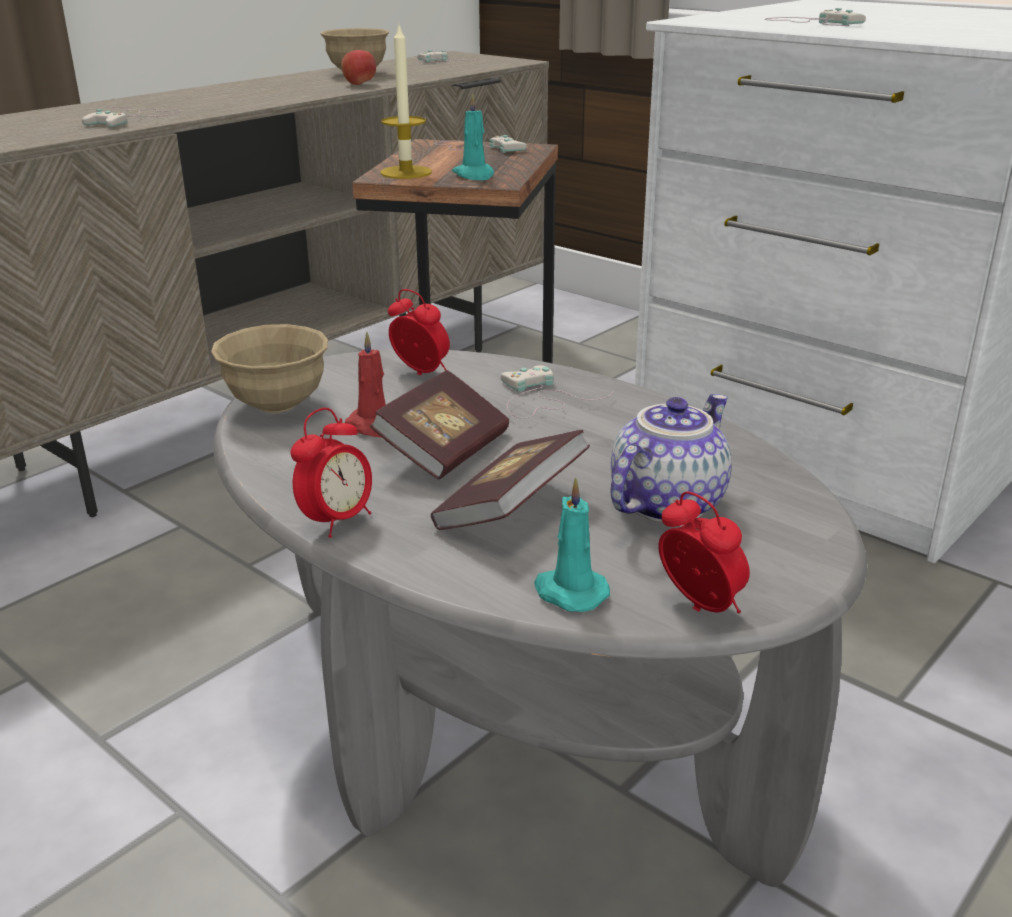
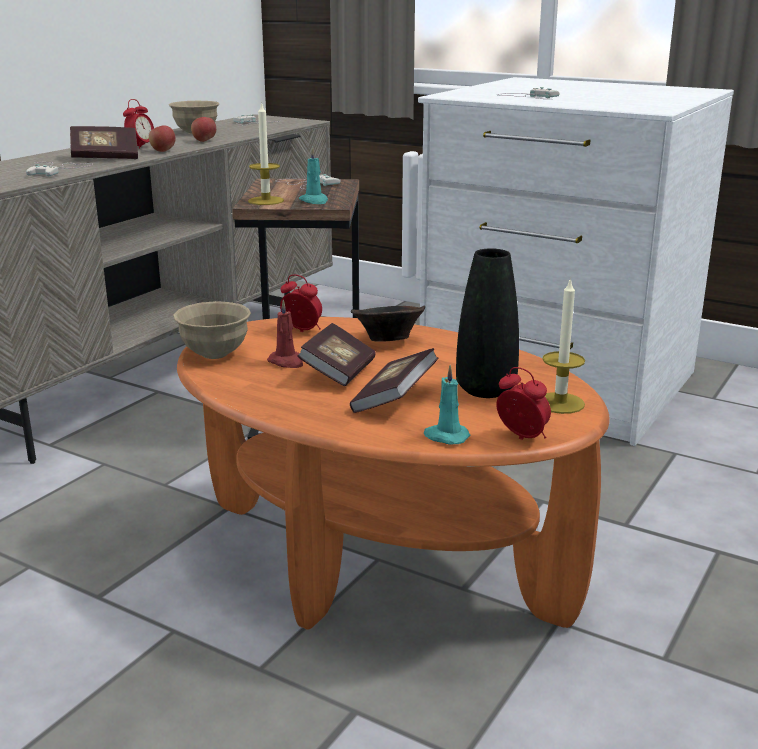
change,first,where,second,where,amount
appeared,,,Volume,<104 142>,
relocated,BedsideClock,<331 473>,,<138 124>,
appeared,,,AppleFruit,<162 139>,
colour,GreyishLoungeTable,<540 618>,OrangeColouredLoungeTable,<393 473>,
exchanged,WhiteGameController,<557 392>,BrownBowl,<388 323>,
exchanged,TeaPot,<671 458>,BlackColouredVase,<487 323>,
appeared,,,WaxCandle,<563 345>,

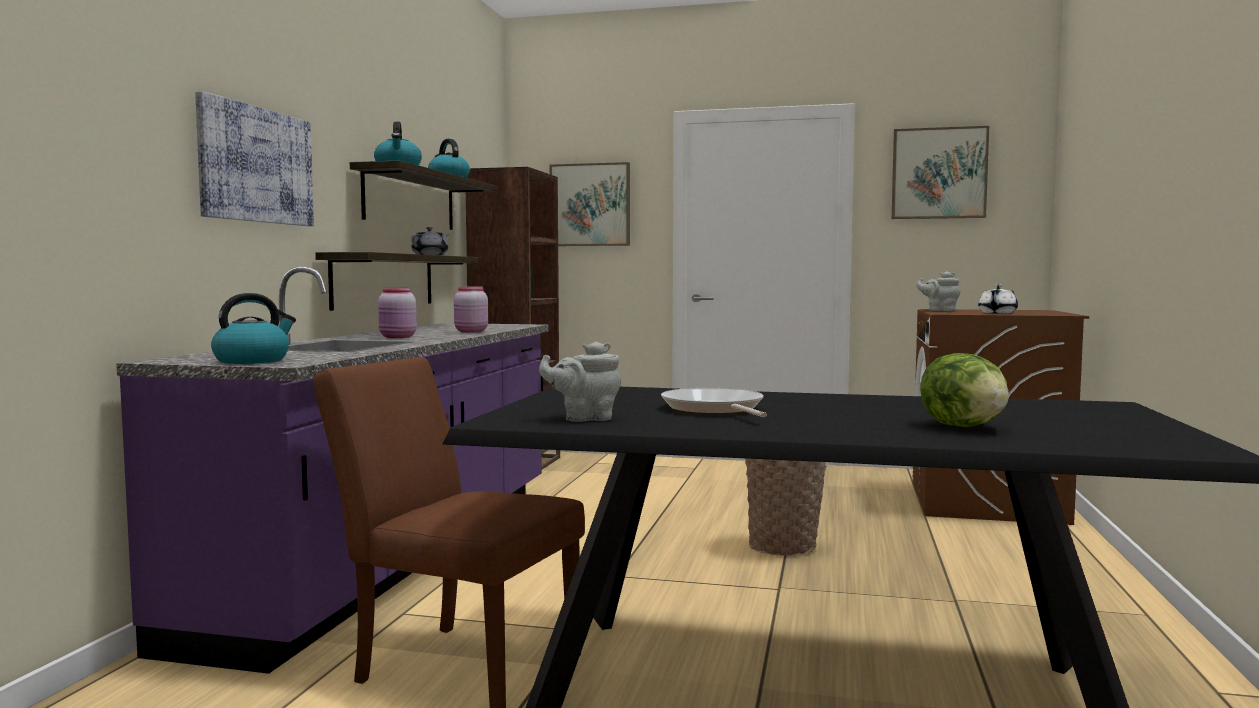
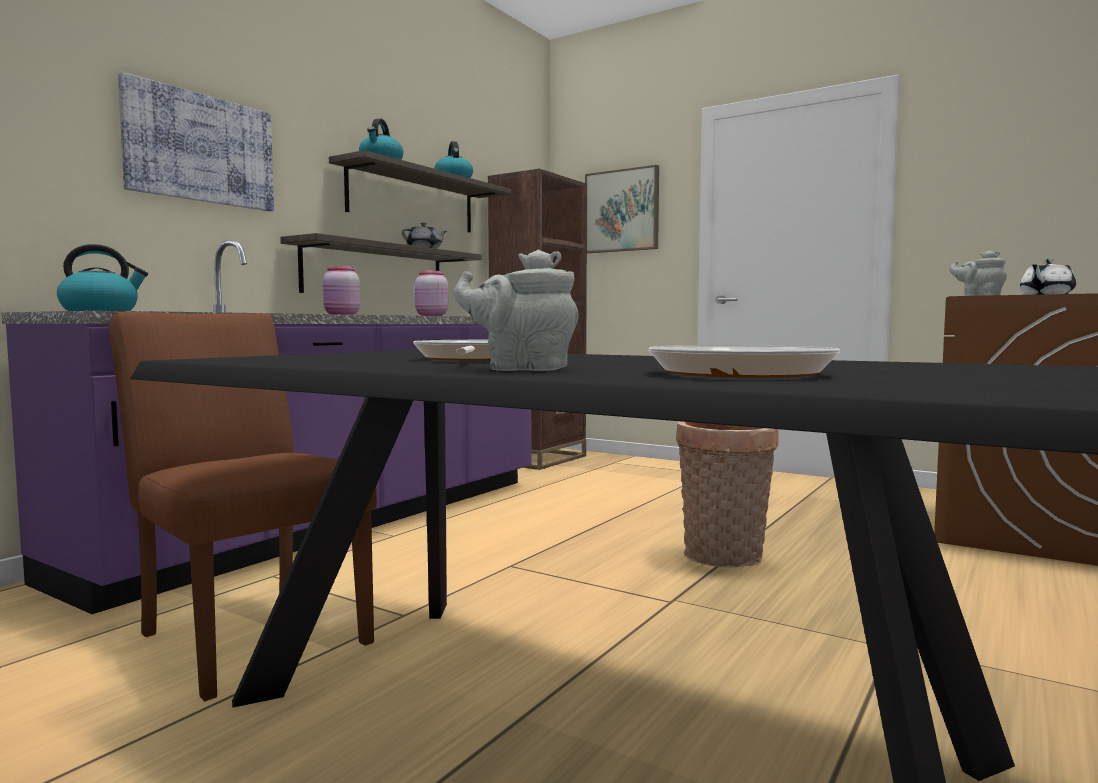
change,first,where,second,where,amount
relocated,GreyishTeaPot,<580 381>,,<516 310>,
exchanged,Lettuce,<964 390>,FryingPan,<744 361>,
missing,WallArt,<940 172>,,,

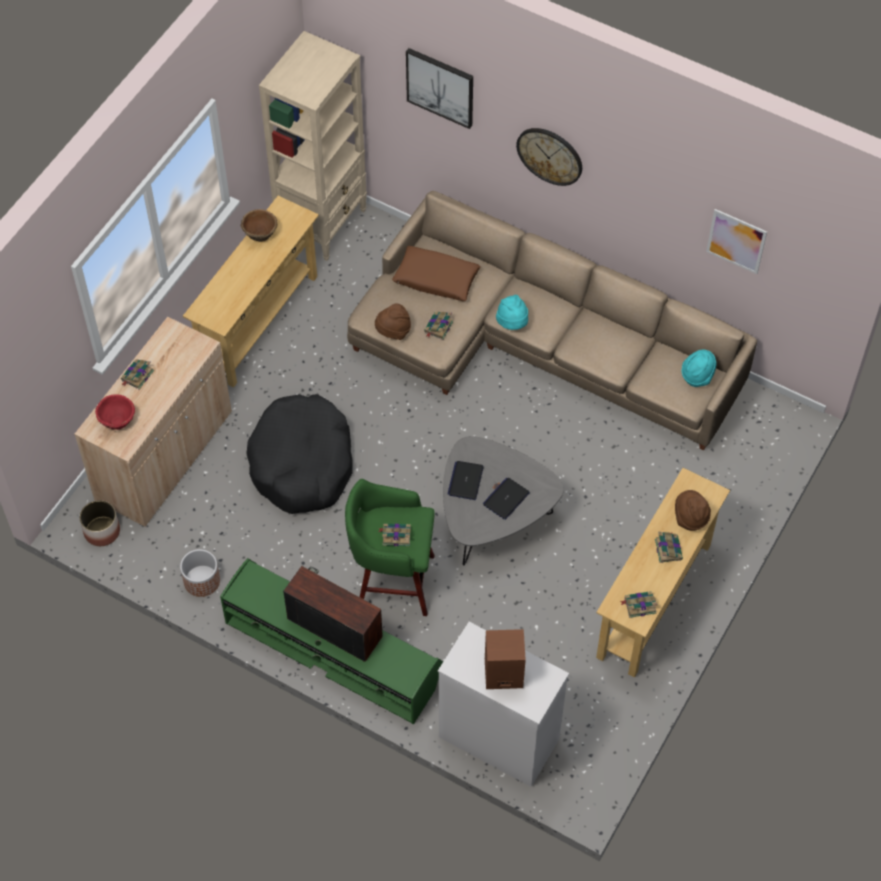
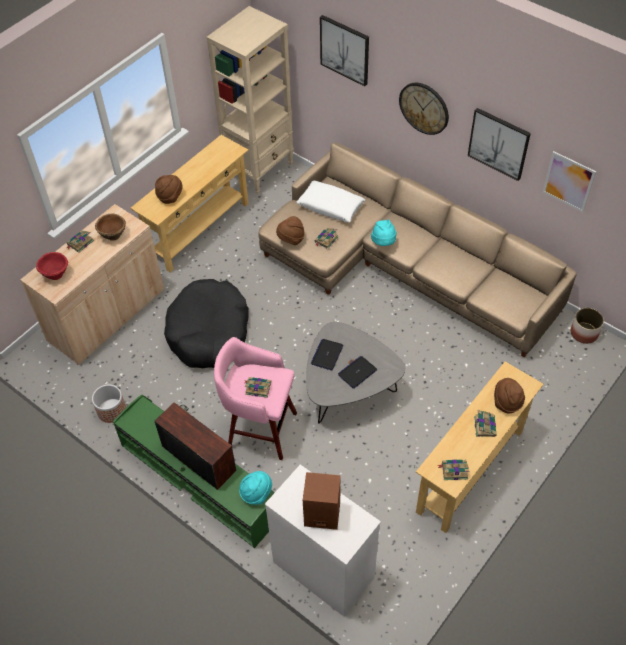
change,first,where,second,where,amount
relocated,BrownBowl,<259 225>,,<110 227>,
appeared,,,BrownWearableHat,<169 189>,
colour,GreenSittingStool,<389 547>,PinkSittingStool,<255 398>,
relocated,BlueGreenWearableHat,<699 368>,,<255 488>,
colour,BrownCushion,<436 273>,WhiteCushion,<331 202>,
appeared,,,WallArt,<499 144>,
relocated,PlantPot,<99 523>,,<587 326>,

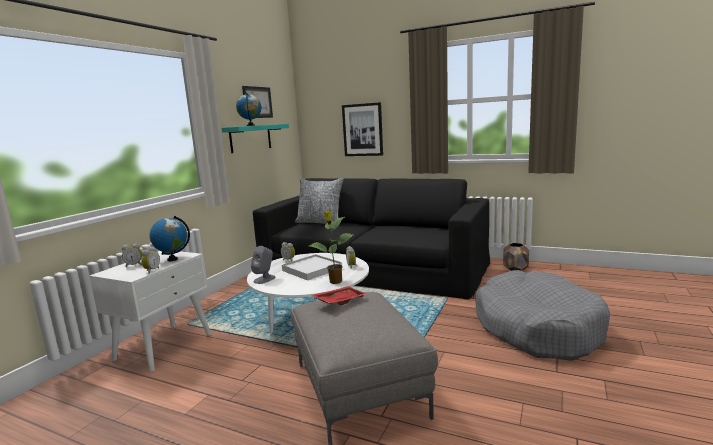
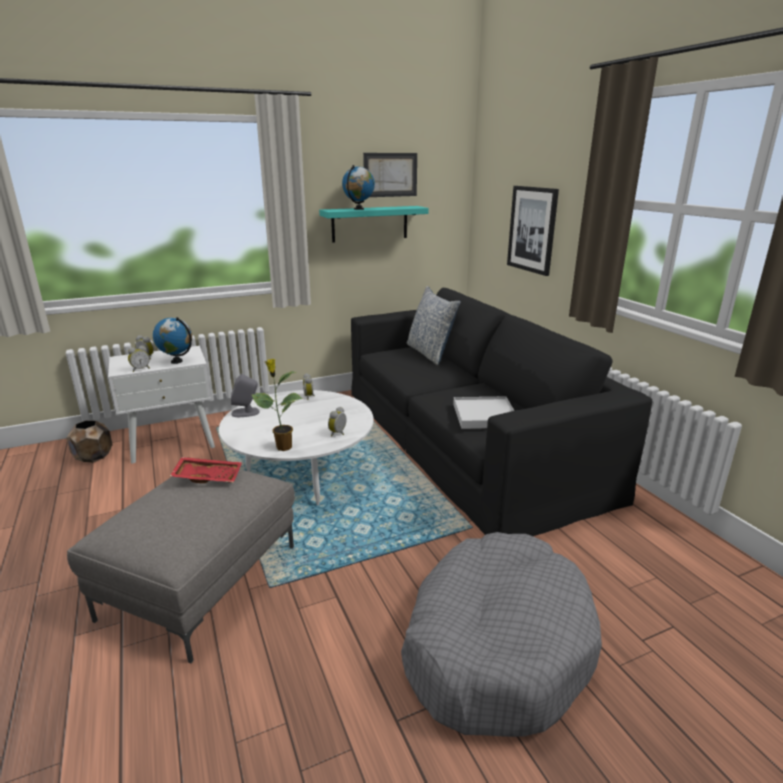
change,first,where,second,where,amount
relocated,BrownPlantPot,<516 257>,,<89 441>,
relocated,WhiteTray,<312 267>,,<483 412>,

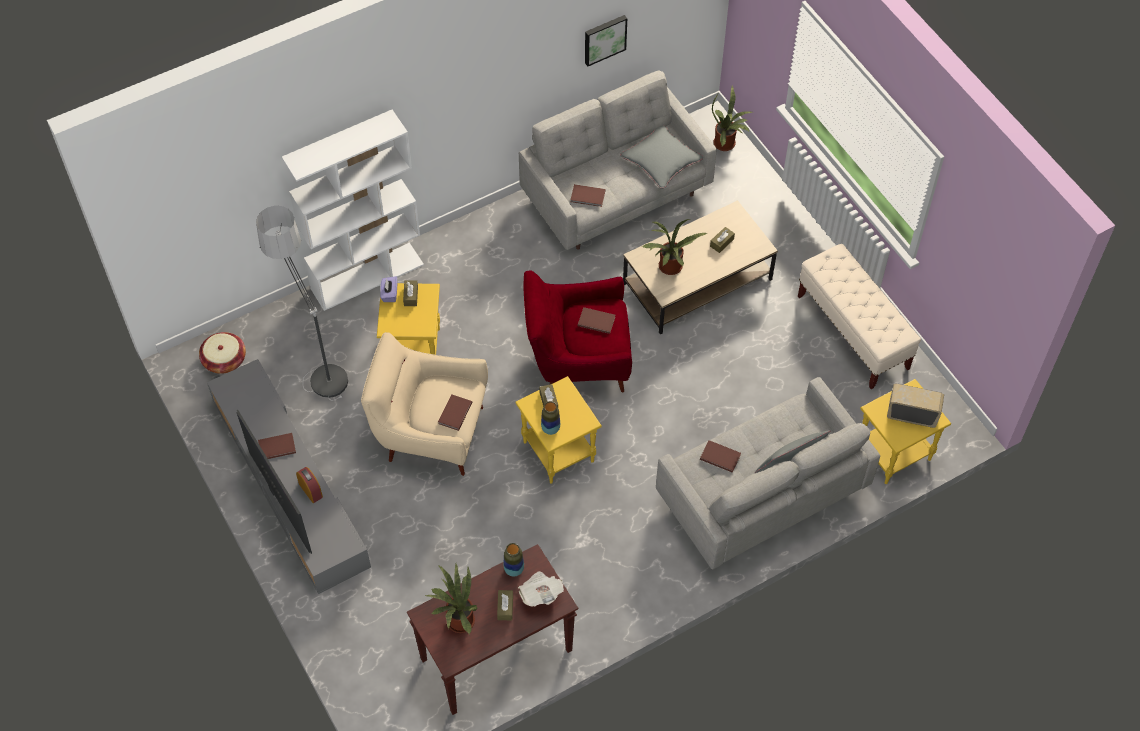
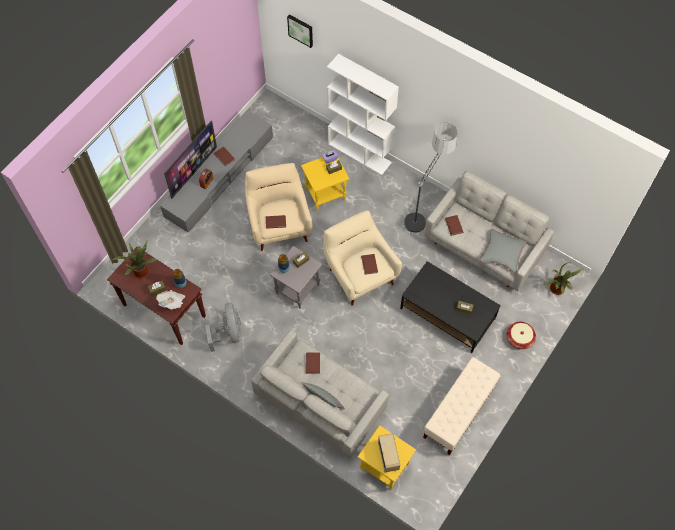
change,first,where,second,where,amount
appeared,,,GreyishElectricFan,<223 327>,
colour,YellowAccentTable,<558 430>,GreyishAccentTable,<296 277>,
relocated,WallArt,<606 40>,,<300 31>,
colour,RedEasyChair,<578 331>,SandColouredEasyChair,<362 258>,
colour,SandColouredLoungeTable,<700 267>,BlackColouredLoungeTable,<450 307>,
relocated,StandingLamp,<302 303>,,<430 178>,
relocated,HouseholdBasket,<222 353>,,<521 335>,
missing,PlantInAPot,<674 247>,,,

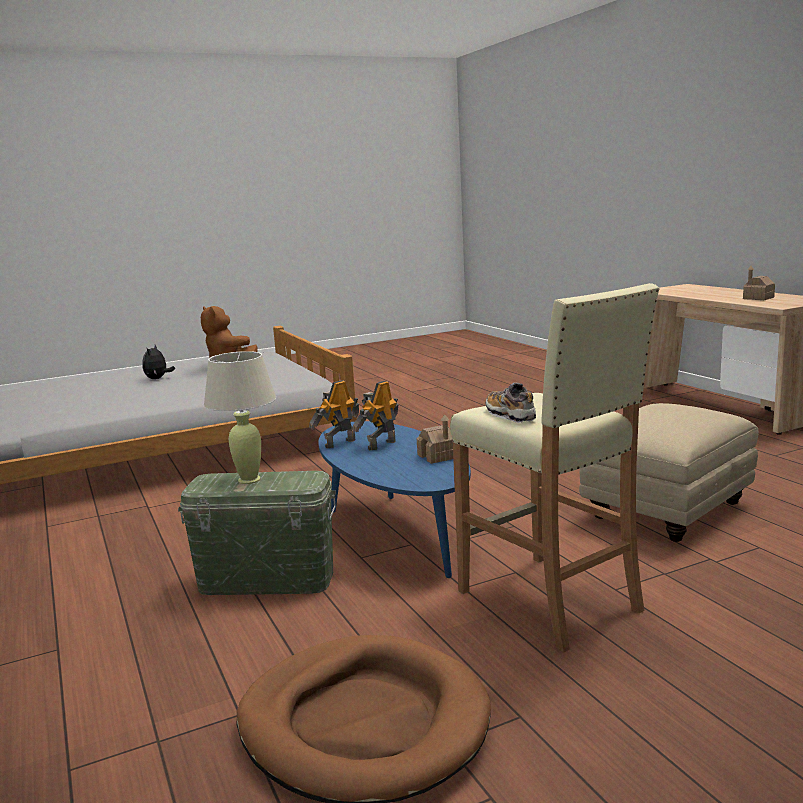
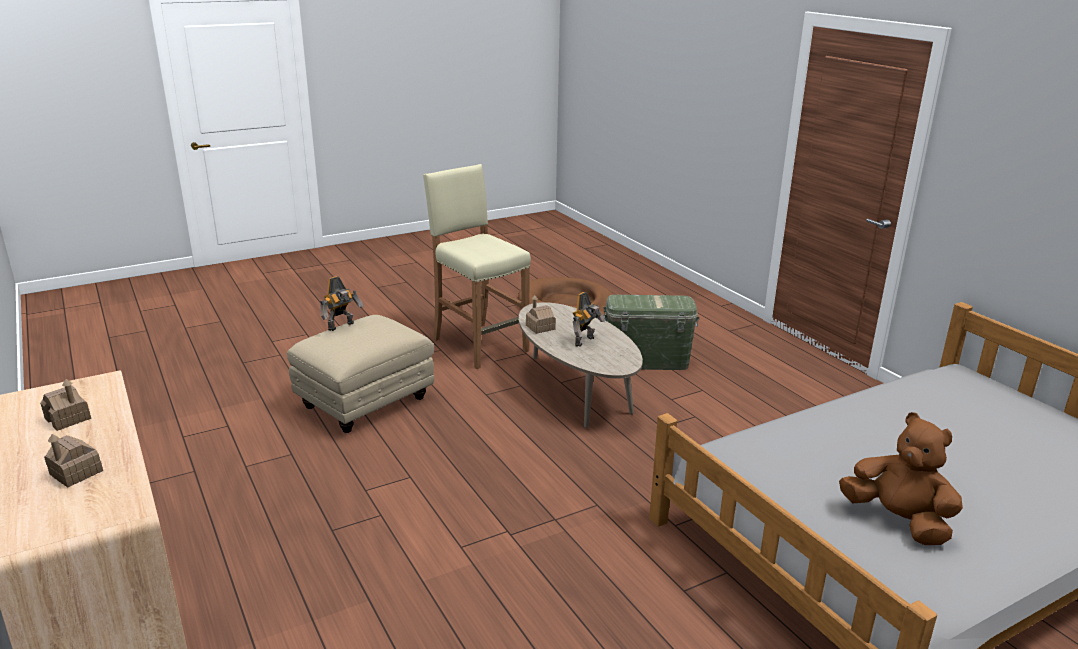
change,first,where,second,where,amount
appeared,,,ToyHouse,<73 460>,
relocated,ModelRobot,<334 414>,,<342 303>,
colour,BlueLoungeTable,<394 499>,SandColouredLoungeTable,<581 365>,
missing,CuddlyToy,<158 362>,,,
missing,SandColouredTableLamp,<240 417>,,,
missing,Shoe,<511 403>,,,

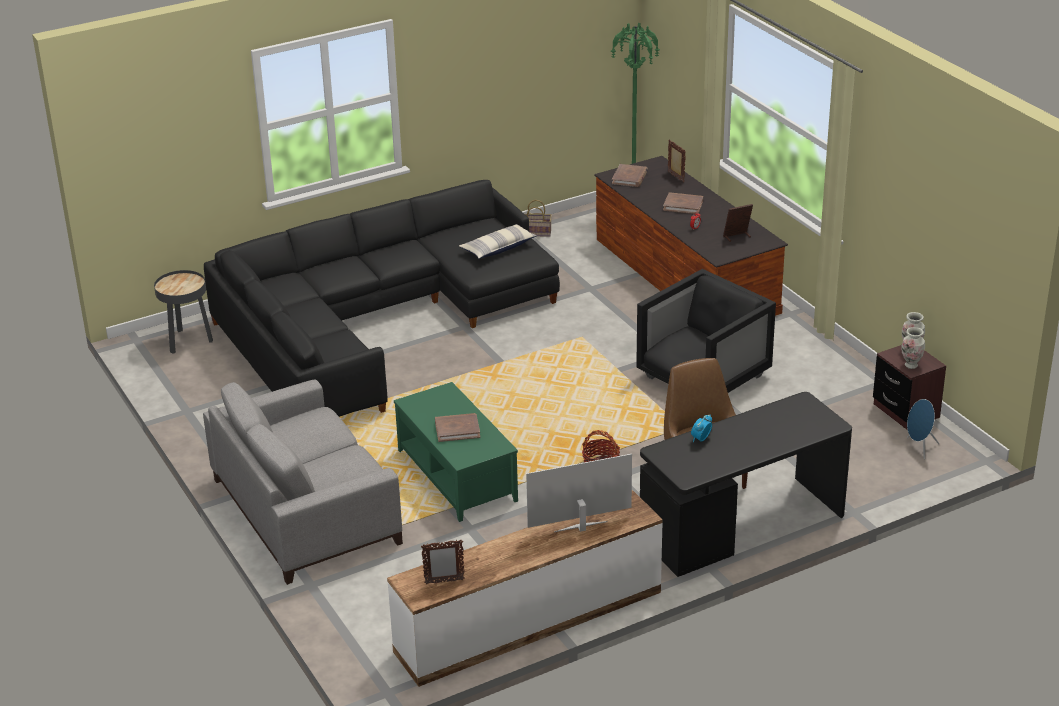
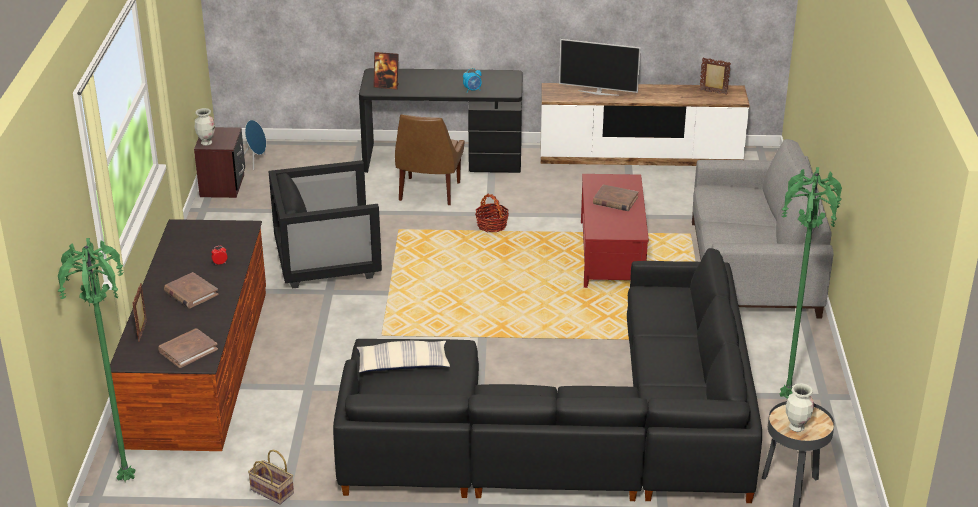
change,first,where,second,where,amount
relocated,PictureFrame,<738 223>,,<386 71>,
colour,GreenLoungeTable,<456 452>,RedLoungeTable,<615 231>,
appeared,,,GreenStandingLamp,<811 282>,
relocated,Vase,<913 348>,,<800 407>,

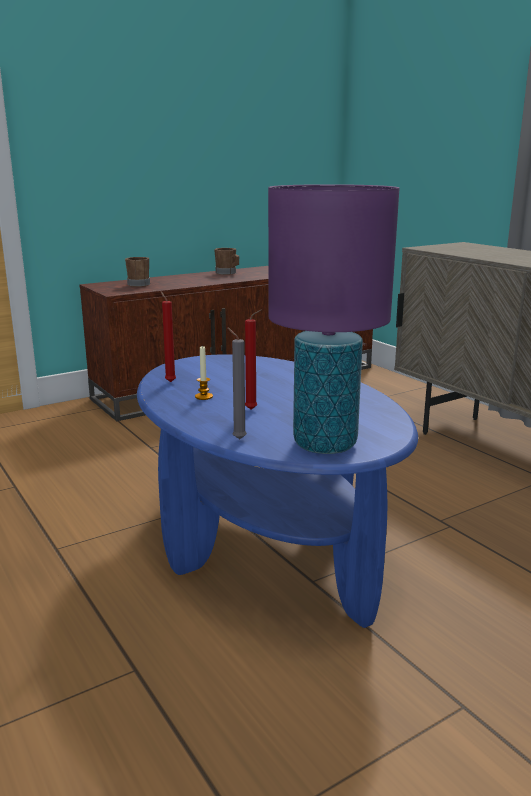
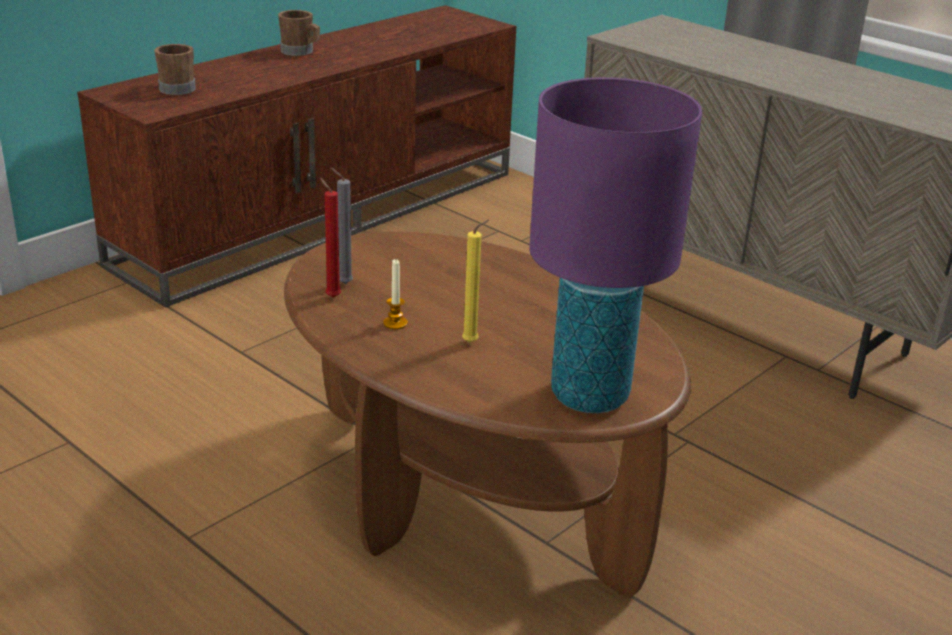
change,first,where,second,where,amount
colour,BlueLoungeTable,<277 491>,BrownLoungeTable,<487 415>,
relocated,GreyishWaxCandle,<237 383>,,<342 225>,
colour,RedWaxCandle,<253 360>,YellowWaxCandle,<475 281>,

